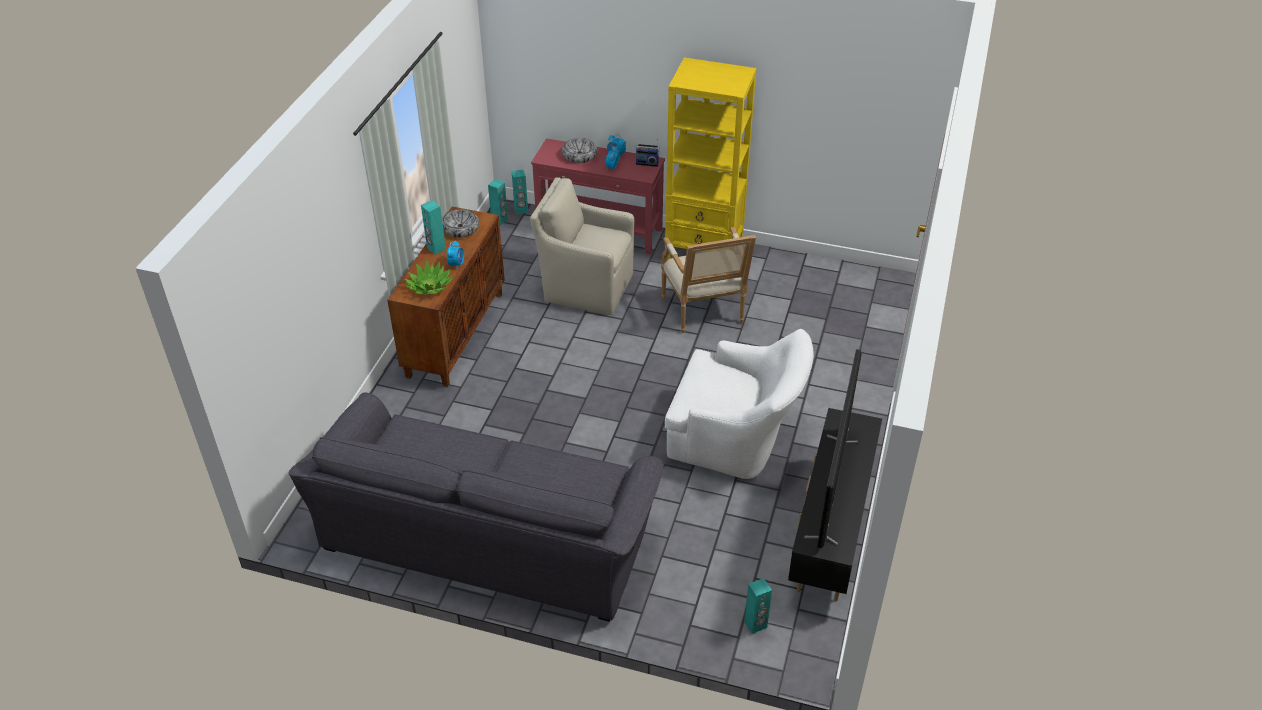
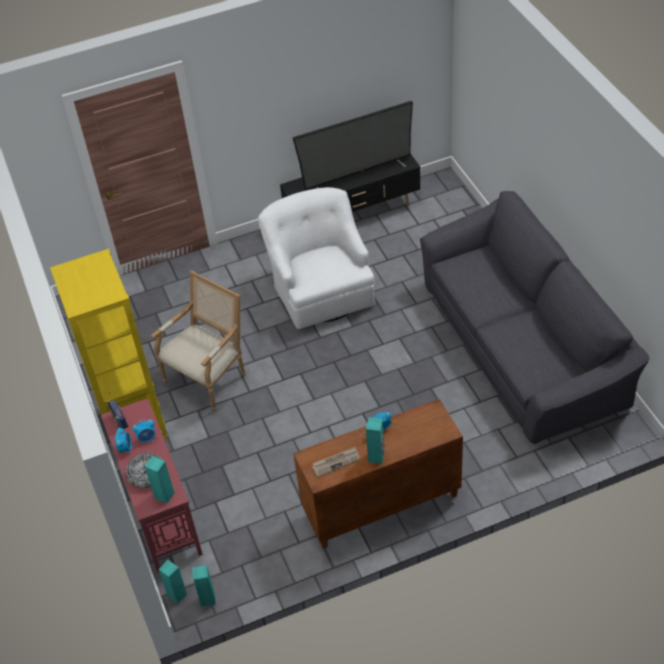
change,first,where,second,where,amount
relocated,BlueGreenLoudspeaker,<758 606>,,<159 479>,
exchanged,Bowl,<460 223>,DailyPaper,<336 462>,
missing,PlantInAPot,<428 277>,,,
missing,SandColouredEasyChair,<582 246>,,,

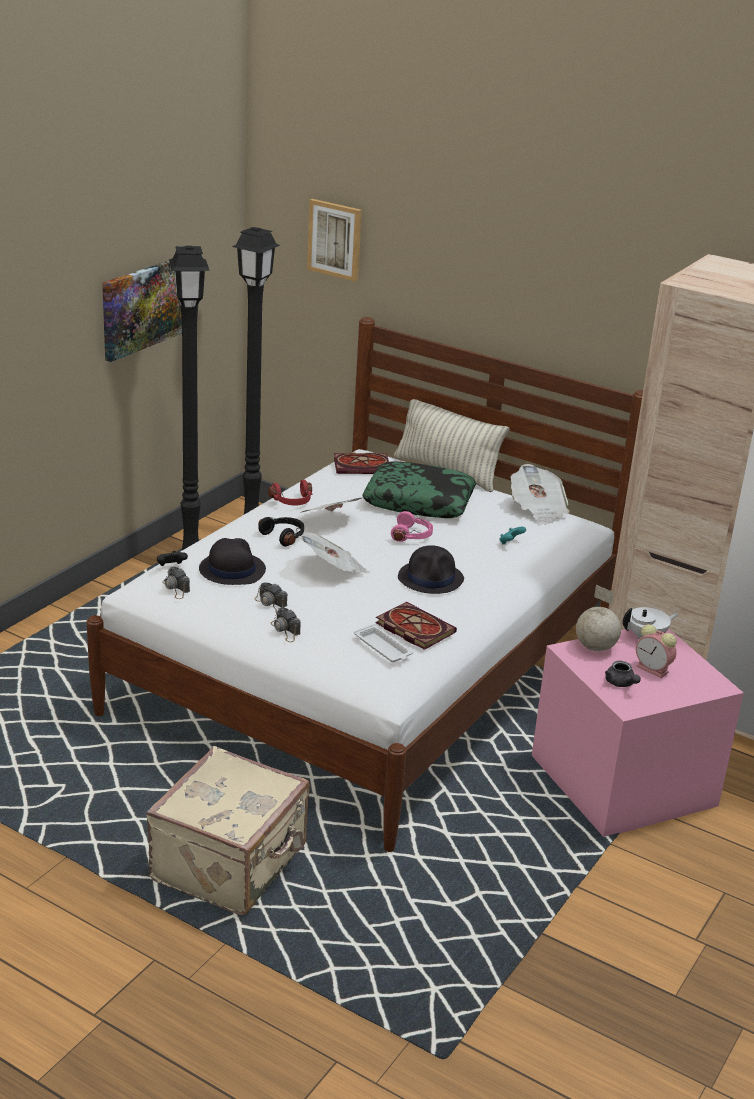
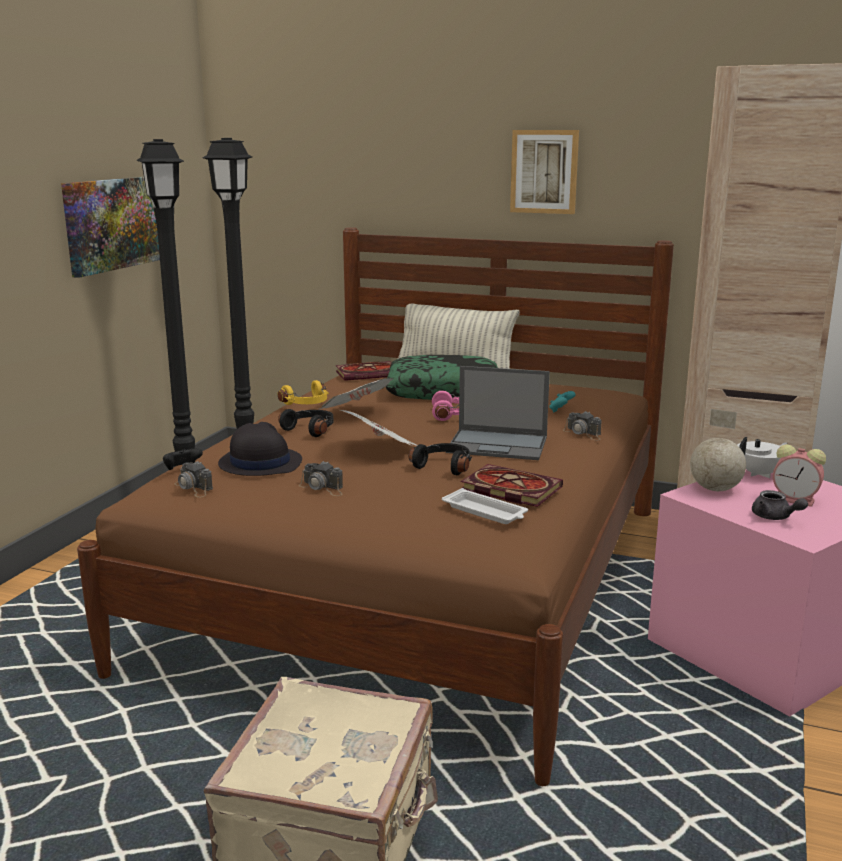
change,first,where,second,where,amount
colour,WhiteBed,<365 584>,BrownBed,<375 506>,
colour,RedPairOfHeadphones,<290 493>,YellowPairOfHeadphones,<303 392>,
appeared,,,BlackColouredPairOfHeadphones,<440 459>,
exchanged,BlackColouredWearableHat,<431 569>,PortableComputer,<498 413>,
relocated,WallArt,<334 240>,,<544 172>,
relocated,StillCamera,<286 624>,,<582 425>,
missing,DailyPaper,<539 494>,,,

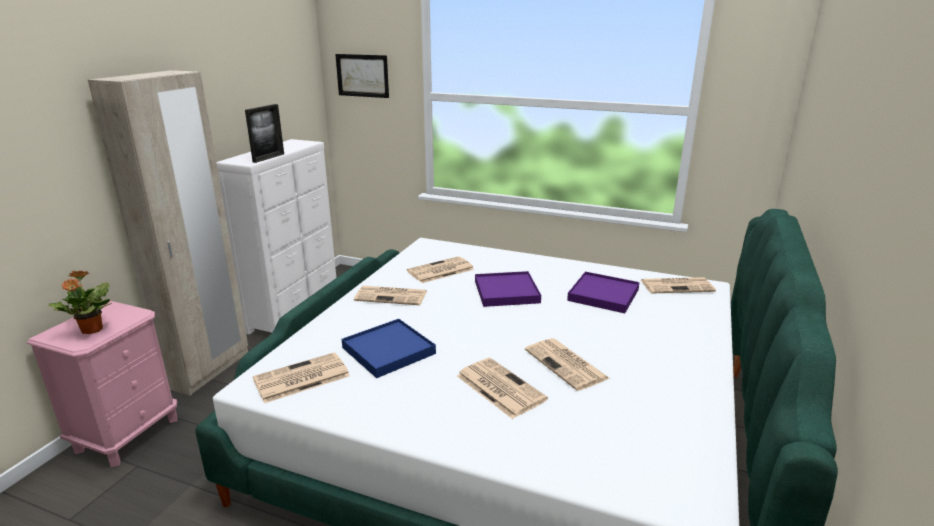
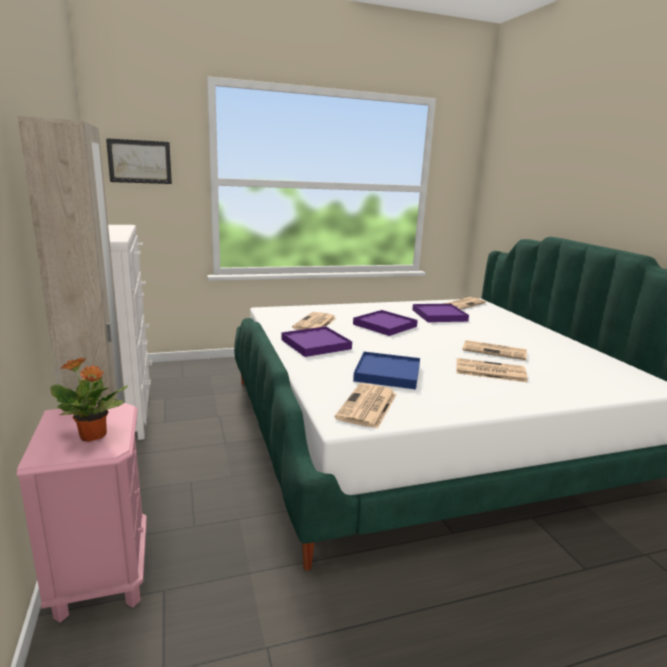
change,first,where,second,where,amount
exchanged,DailyPaper,<390 295>,PurplishTray,<316 341>,
missing,PictureFrame,<264 133>,,,

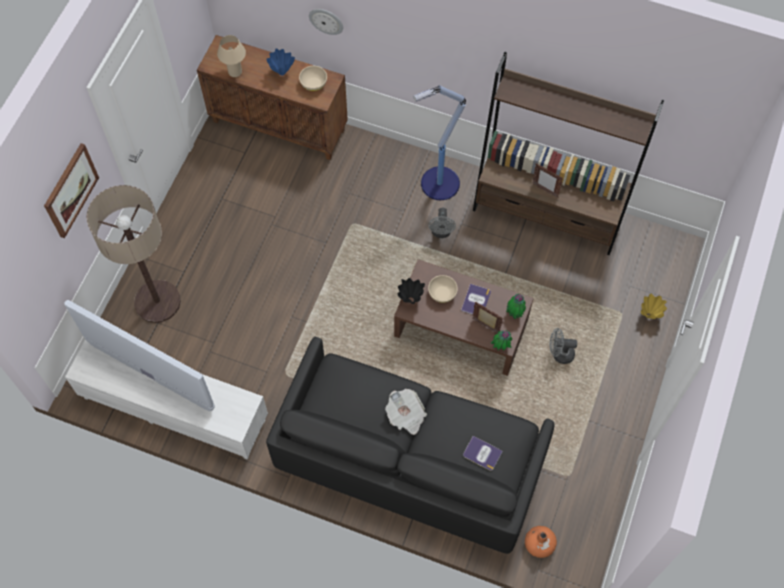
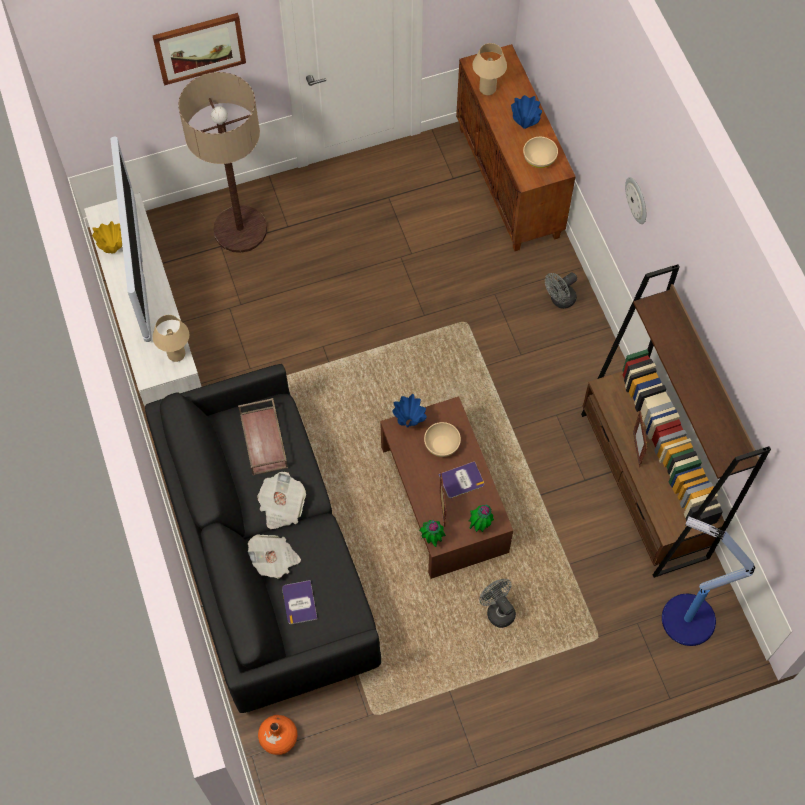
change,first,where,second,where,amount
relocated,YellowVase,<654 306>,,<107 237>,
appeared,,,SandColouredTableLamp,<171 338>,
appeared,,,BrownTray,<263 437>,
appeared,,,DailyPaper,<274 557>,
colour,BlackColouredVase,<411 291>,BlueVase,<409 411>,
relocated,GreyishElectricFan,<442 222>,,<561 290>,
relocated,ClockOnTheWall,<326 22>,,<635 200>,
relocated,StandingLamp,<439 142>,,<708 581>,

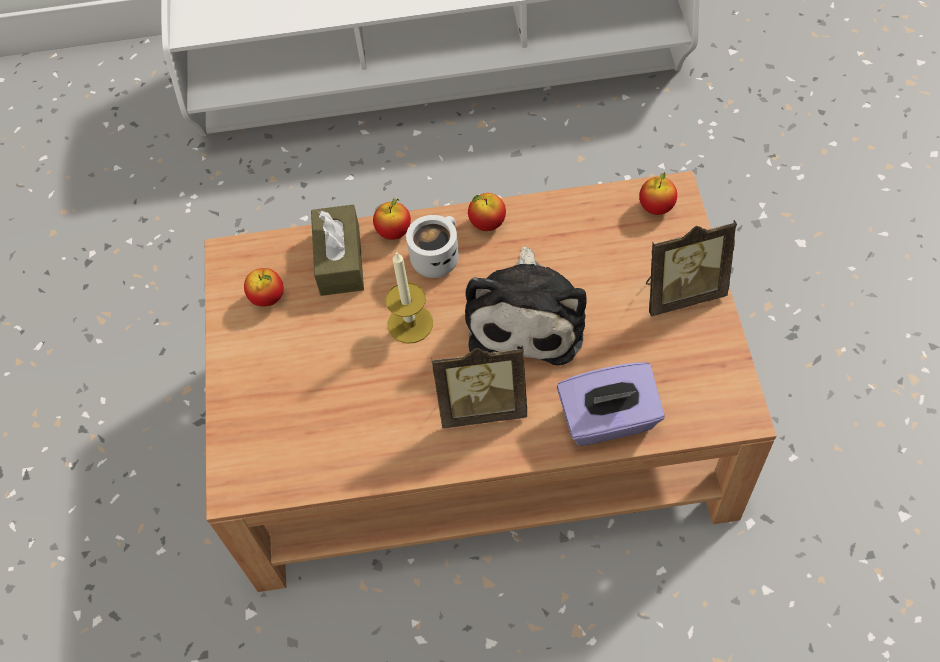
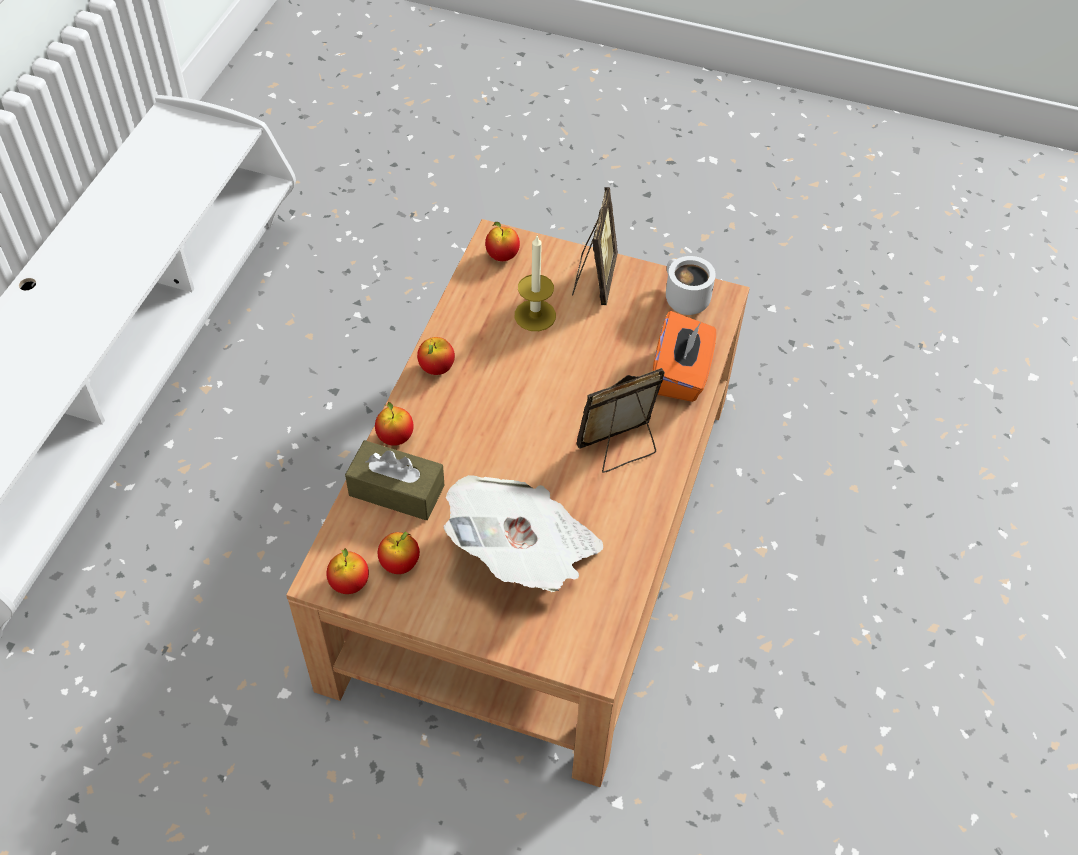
change,first,where,second,where,amount
appeared,,,AppleFruit,<347 571>,
appeared,,,DailyPaper,<523 533>,
relocated,WaxCandle,<409 297>,,<535 283>,
spun,PictureFrame,<479 387>,,<621 420>,135 degrees counterclockwise
colour,PurplishTissueHolder,<611 404>,OrangeColouredTissueHolder,<684 356>,
relocated,WhiteCoffeeMug,<432 246>,,<691 285>,
missing,CuddlyToy,<526 306>,,,

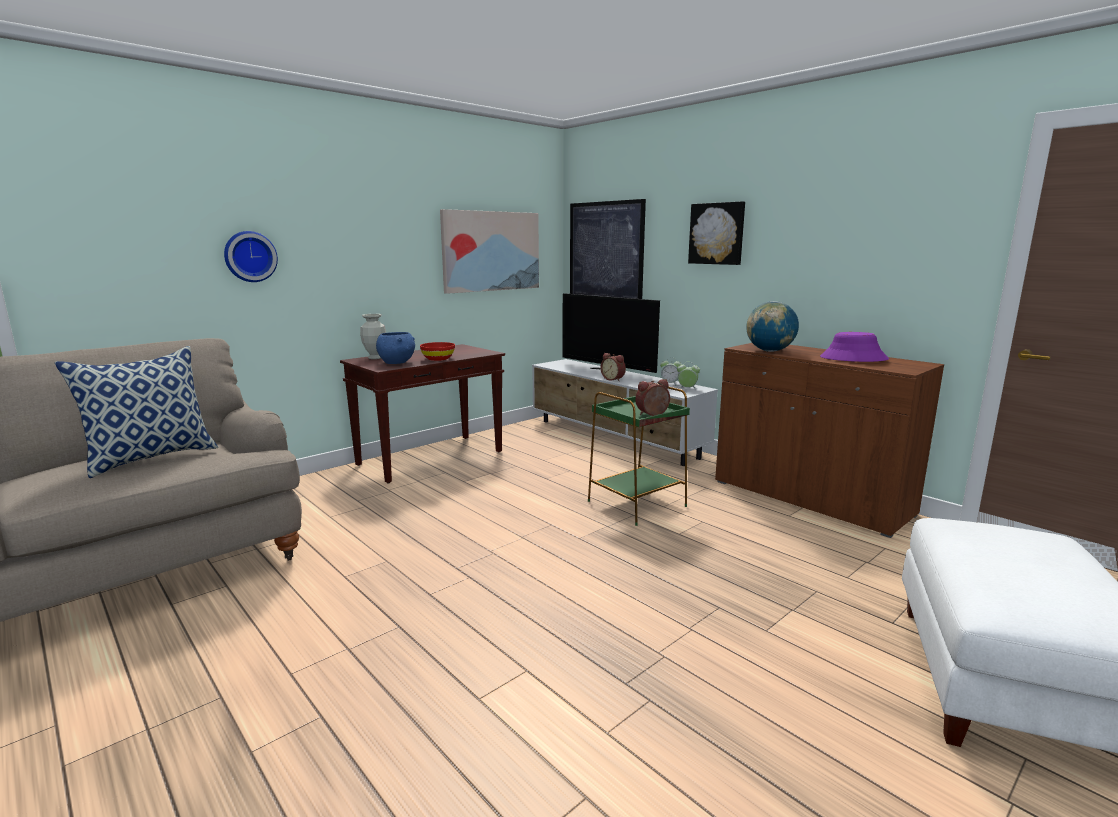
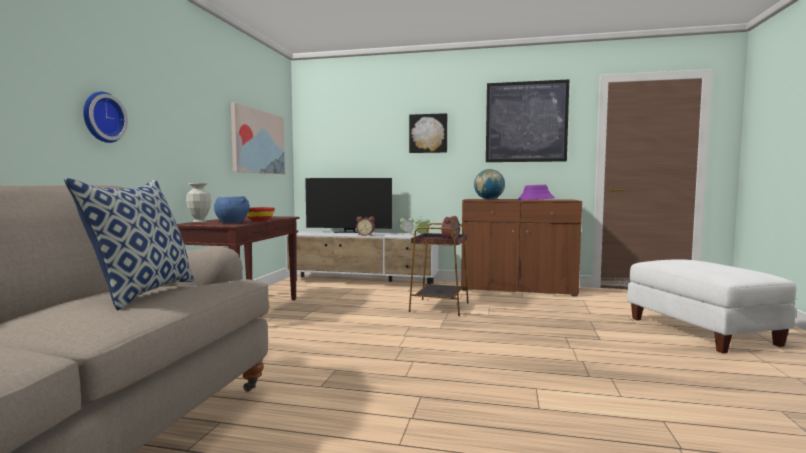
change,first,where,second,where,amount
colour,GreenAccentTable,<639 454>,BrownAccentTable,<439 269>,
relocated,WallArt,<608 249>,,<527 120>,

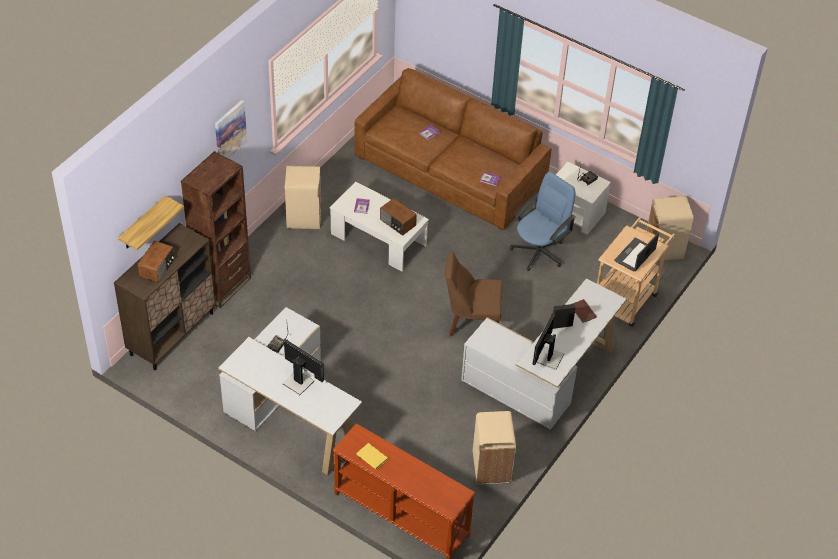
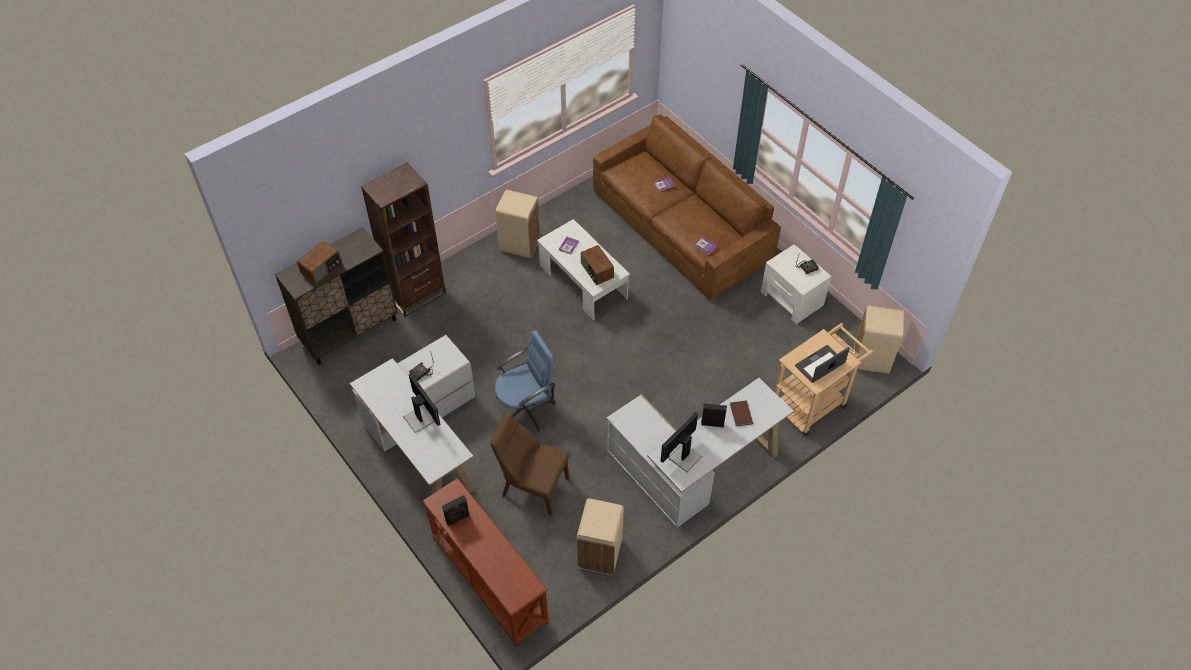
change,first,where,second,where,amount
exchanged,YellowVolume,<372 456>,BlackColouredLoudspeaker,<456 510>,
relocated,BrownPlainChair,<474 294>,,<529 464>,
relocated,BlueOfficeChair,<543 221>,,<525 380>,
missing,Shelf,<151 223>,,,
missing,WallArt,<231 129>,,,

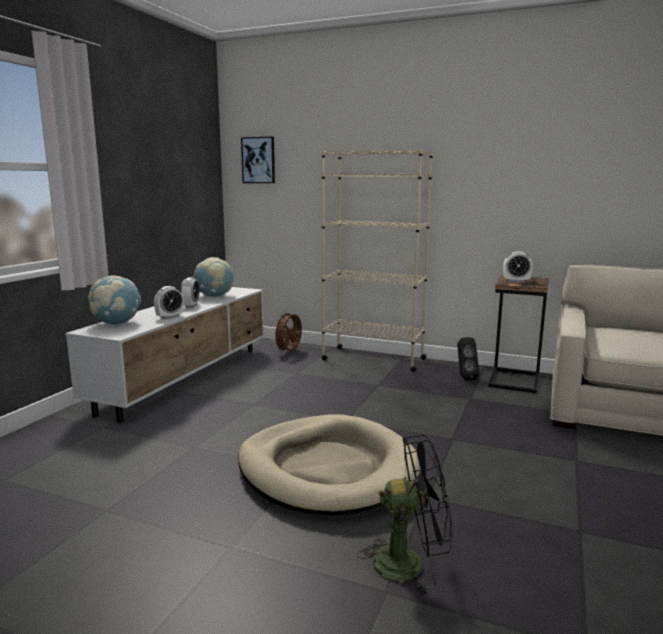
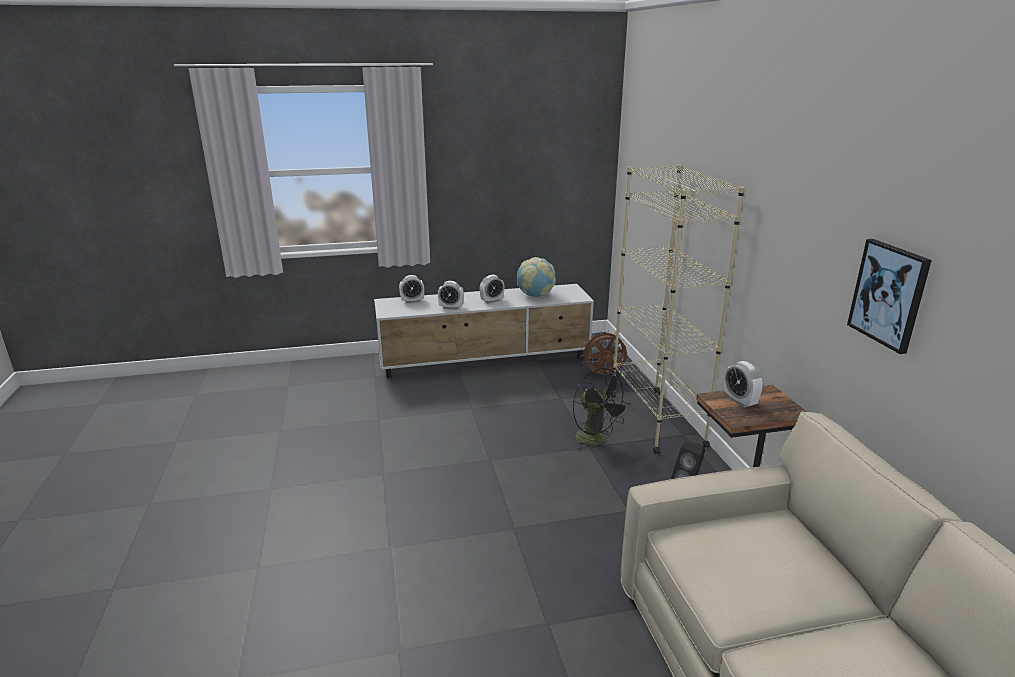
change,first,where,second,where,amount
exchanged,WorldGlobe,<114 300>,BedsideClock,<411 289>,
relocated,BlackColouredElectricFan,<405 515>,,<602 409>,
relocated,WallArt,<258 159>,,<889 296>,
missing,SandColouredPetBed,<329 465>,,,

